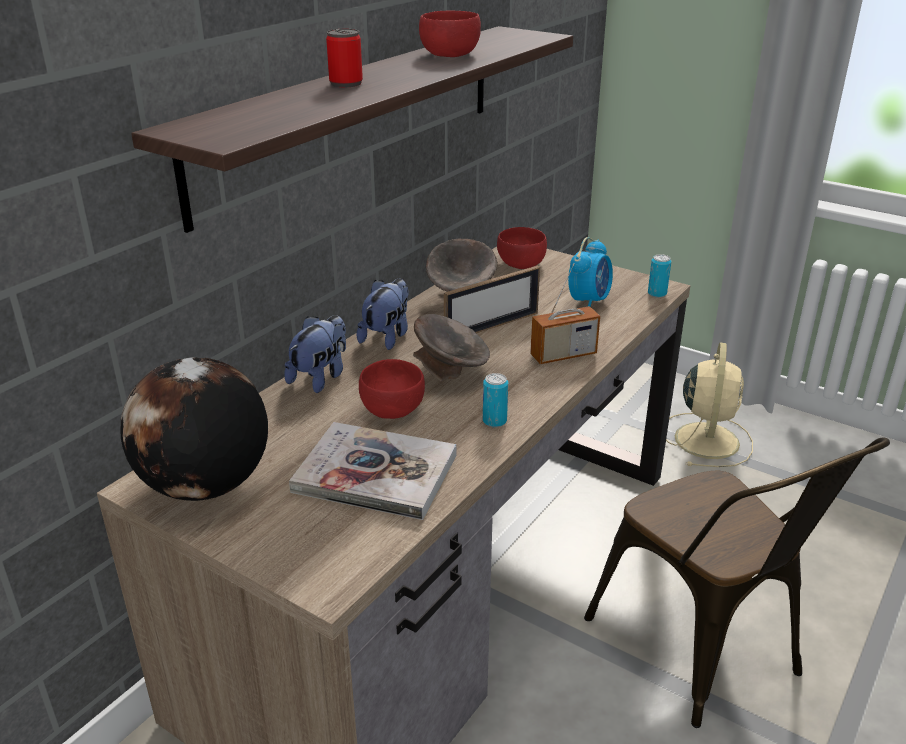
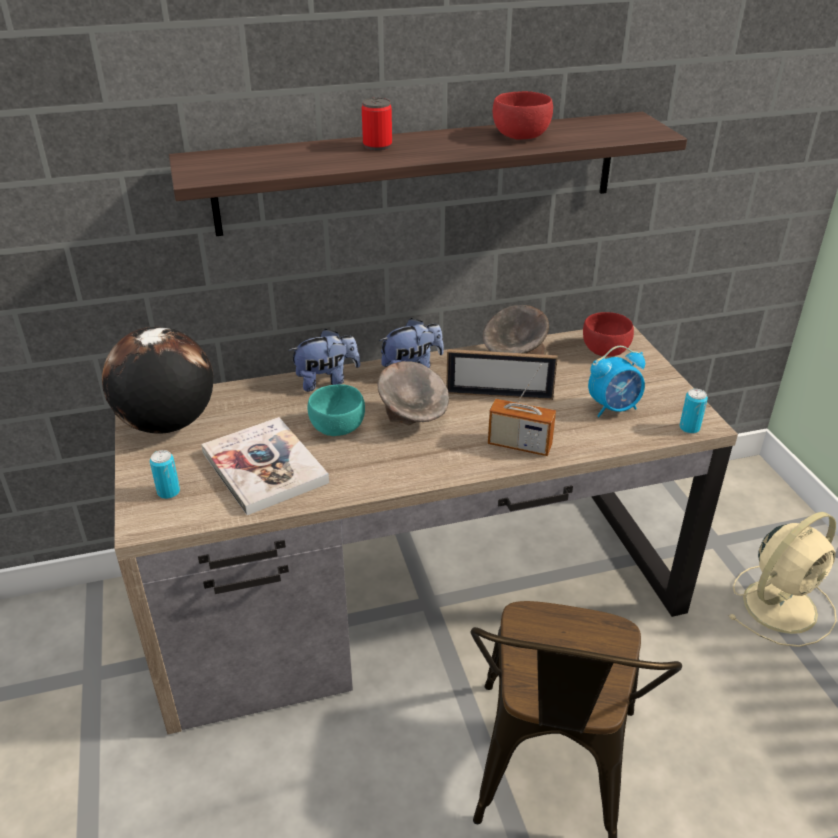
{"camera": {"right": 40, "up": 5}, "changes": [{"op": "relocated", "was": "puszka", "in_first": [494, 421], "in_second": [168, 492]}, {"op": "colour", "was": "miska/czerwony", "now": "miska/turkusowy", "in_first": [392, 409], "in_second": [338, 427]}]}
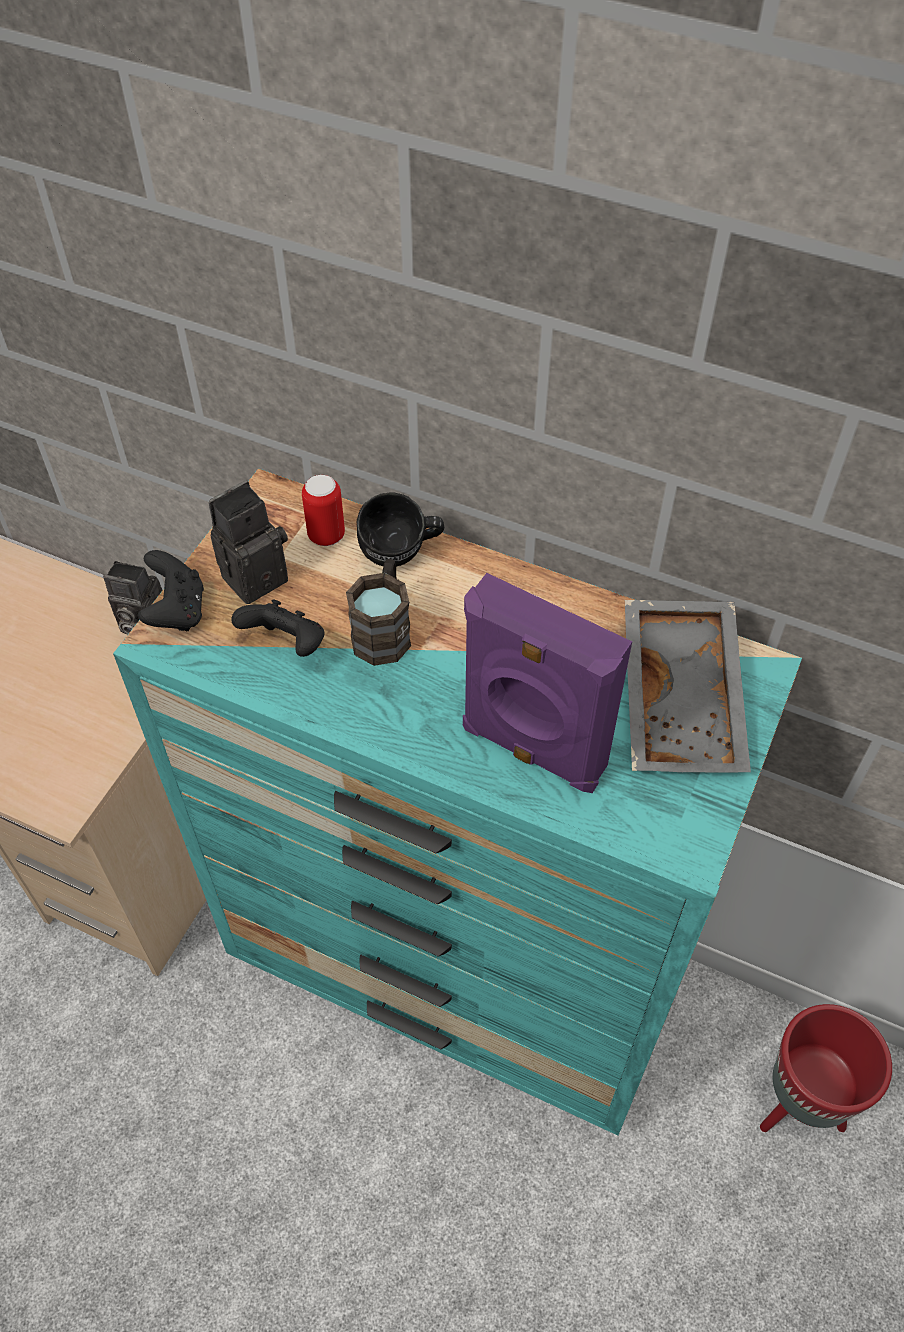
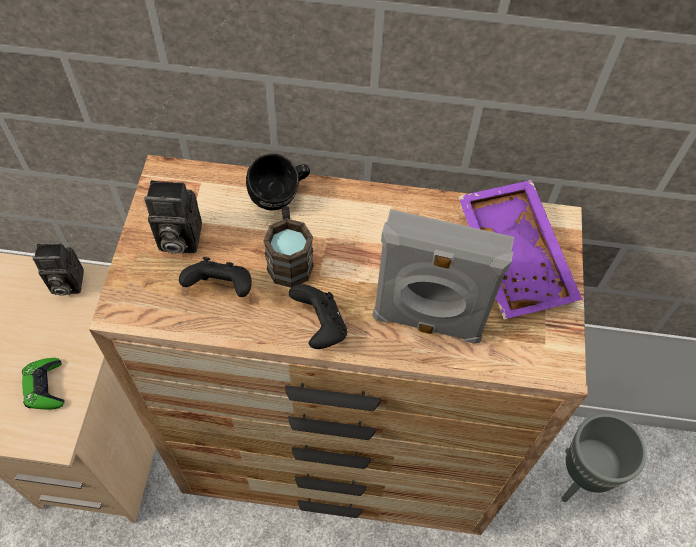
{"camera": {"right": -20, "up": 5}, "changes": [{"op": "missing", "was": "puszka", "in_first": [326, 535]}, {"op": "appeared", "now": "pad do gier/zielony", "in_second": [45, 387]}, {"op": "relocated", "was": "pad do gier/czarny", "in_first": [177, 611], "in_second": [320, 327]}, {"op": "colour", "was": "komoda/turkusowy", "now": "komoda/brązowy", "in_first": [457, 969], "in_second": [341, 455]}, {"op": "colour", "was": "głośnik/fioletowy", "now": "głośnik/szary", "in_first": [531, 750], "in_second": [427, 322]}, {"op": "colour", "was": "taca/szary", "now": "taca/fioletowy", "in_first": [684, 700], "in_second": [516, 257]}, {"op": "colour", "was": "donica/czerwony", "now": "donica/szary", "in_first": [799, 1106], "in_second": [580, 479]}, {"op": "spun", "was": "aparat fotograficzny", "in_first": [255, 575], "in_second": [177, 239], "clockwise": -120}]}
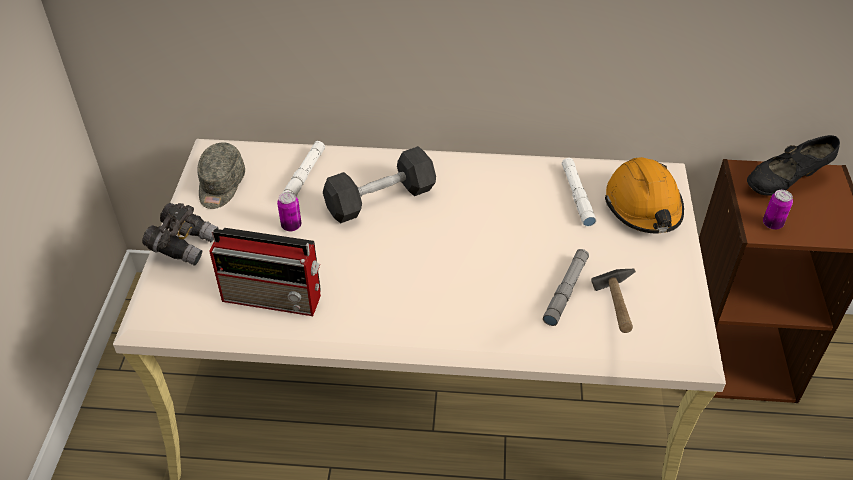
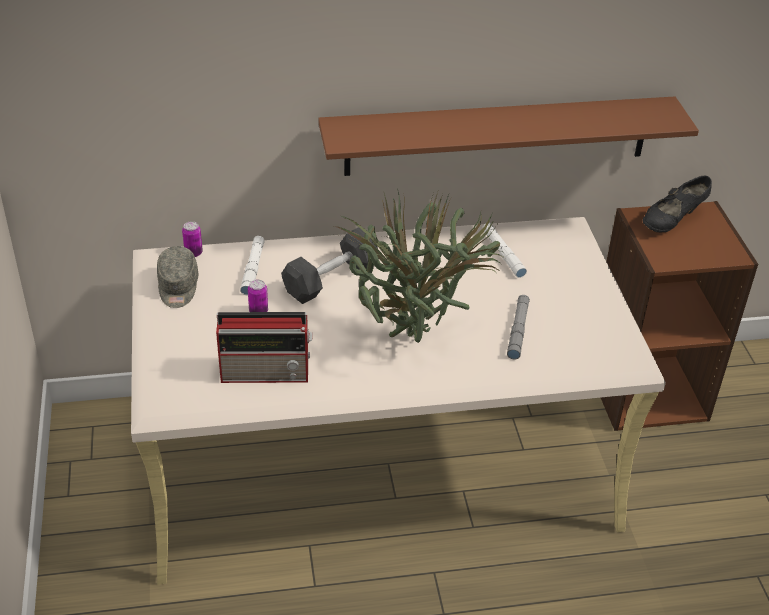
{"camera": {"right": -15, "up": -5}, "changes": [{"op": "missing", "was": "lornetka/szary", "in_first": [183, 244]}, {"op": "missing", "was": "młotek", "in_first": [612, 324]}, {"op": "missing", "was": "kask/pomarańczowy", "in_first": [643, 207]}, {"op": "appeared", "now": "półka/brązowy", "in_second": [497, 136]}, {"op": "appeared", "now": "roślina doniczkowa", "in_second": [415, 339]}, {"op": "relocated", "was": "puszka", "in_first": [772, 224], "in_second": [193, 253]}]}
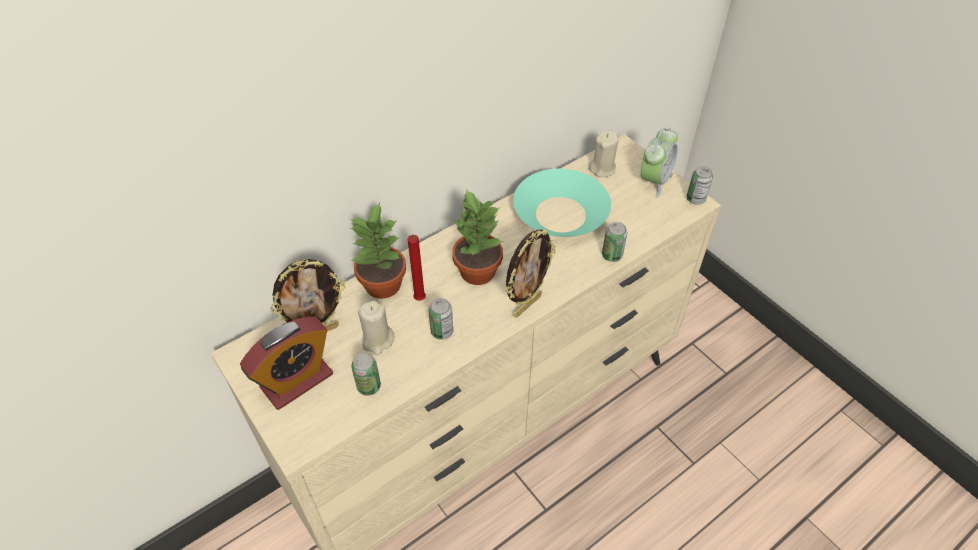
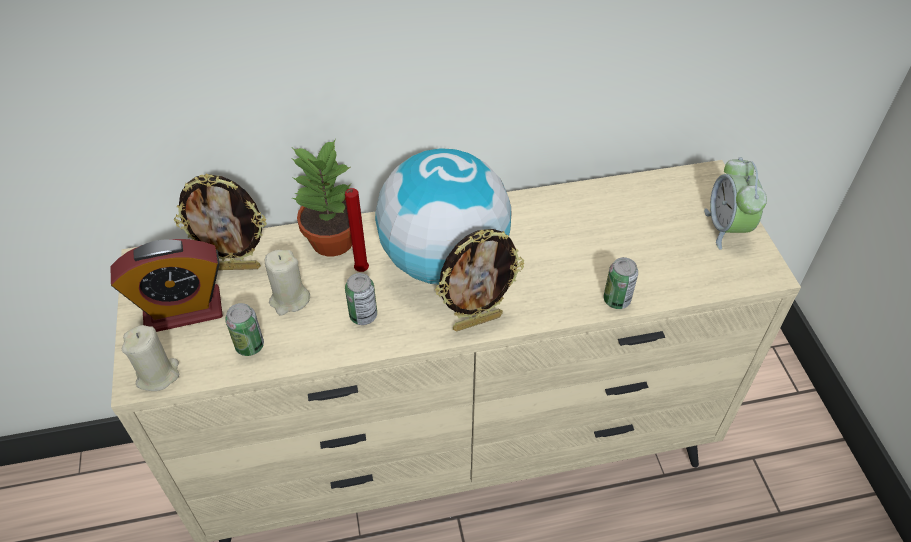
{"camera": {"right": 25, "up": 0}, "changes": [{"op": "missing", "was": "miska/turkusowy", "in_first": [560, 214]}, {"op": "missing", "was": "puszka", "in_first": [695, 199]}, {"op": "relocated", "was": "świeca/beżowy", "in_first": [602, 169], "in_second": [158, 374]}, {"op": "exchanged", "was": "roślina doniczkowa", "now": "globus", "in_first": [477, 271], "in_second": [443, 261]}, {"op": "spun", "was": "budzik", "in_first": [654, 181], "in_second": [726, 228], "clockwise": 120}]}
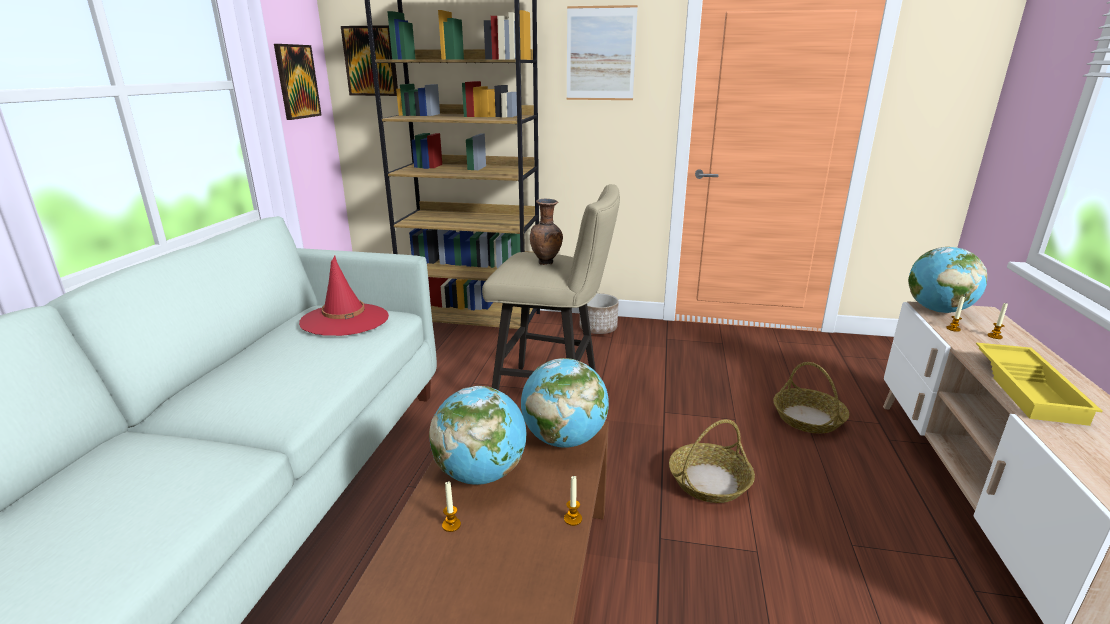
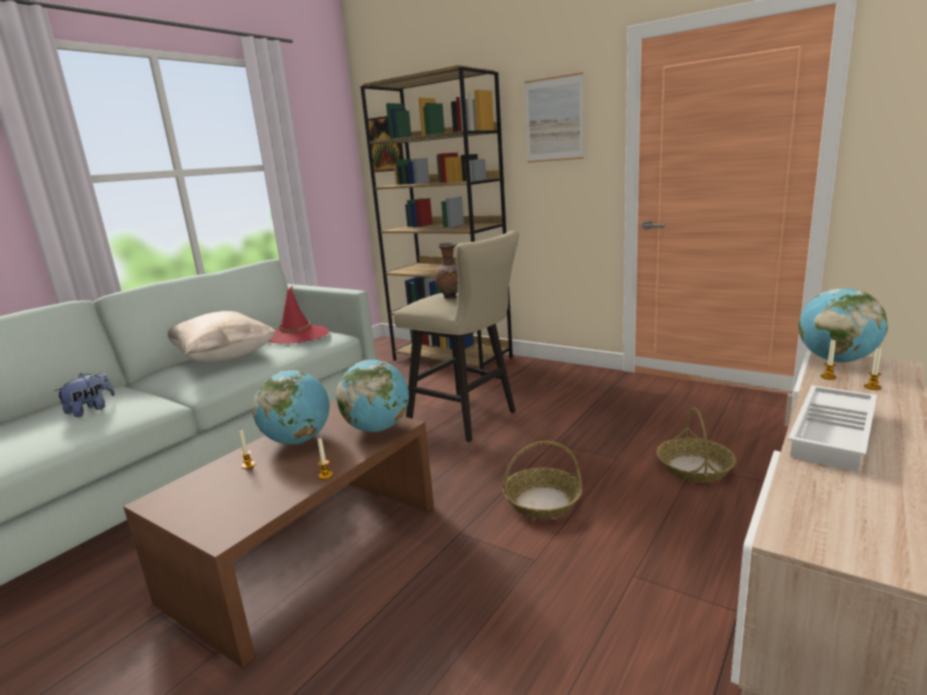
{"camera": {"right": 25, "up": -5}, "changes": [{"op": "missing", "was": "obraz", "in_first": [297, 81]}, {"op": "missing", "was": "donica", "in_first": [598, 328]}, {"op": "appeared", "now": "pluszak", "in_second": [91, 410]}, {"op": "appeared", "now": "poduszka/beżowy", "in_second": [224, 358]}, {"op": "colour", "was": "taca/żółty", "now": "taca/biały", "in_first": [1029, 389], "in_second": [835, 434]}]}
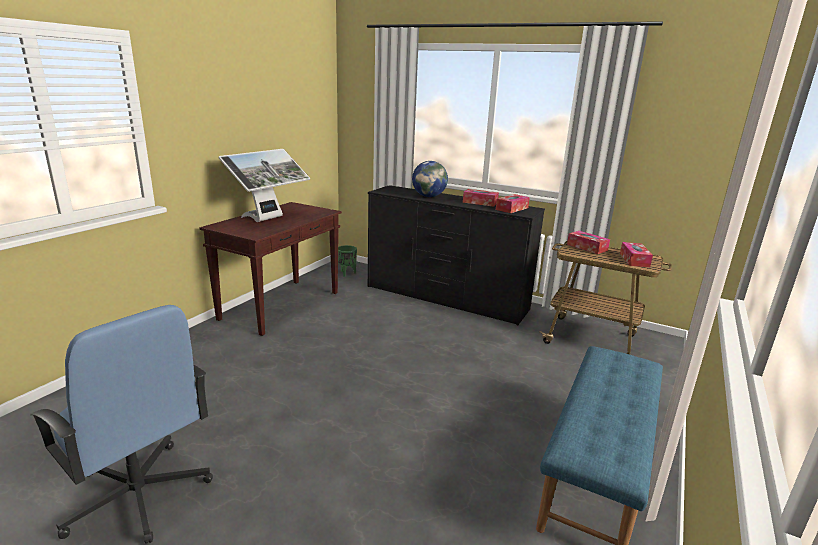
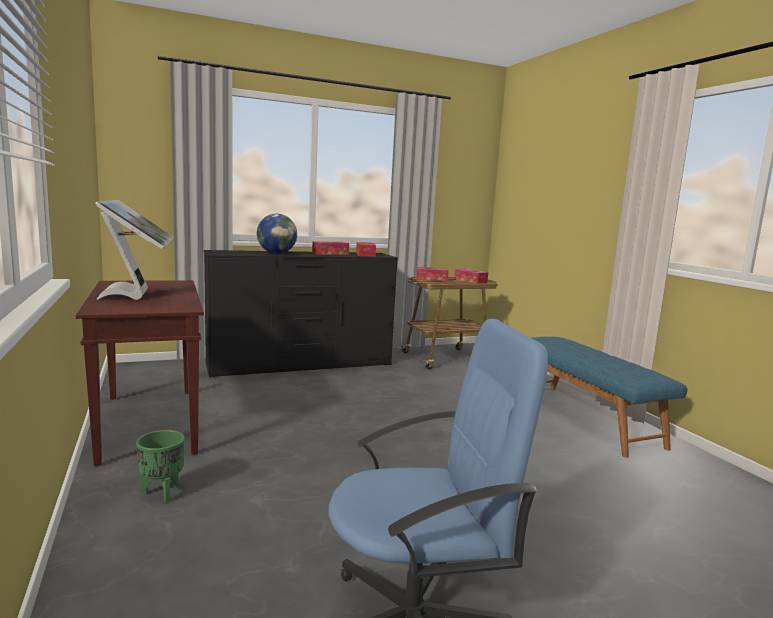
{"camera": {"right": -50, "up": -10}, "changes": [{"op": "relocated", "was": "donica/zielony", "in_first": [346, 273], "in_second": [162, 494]}]}
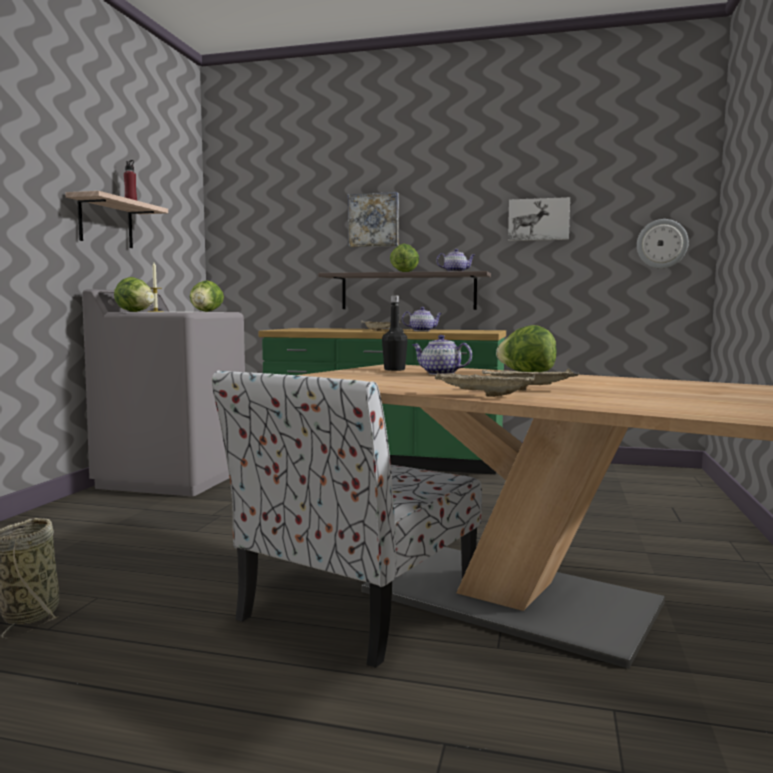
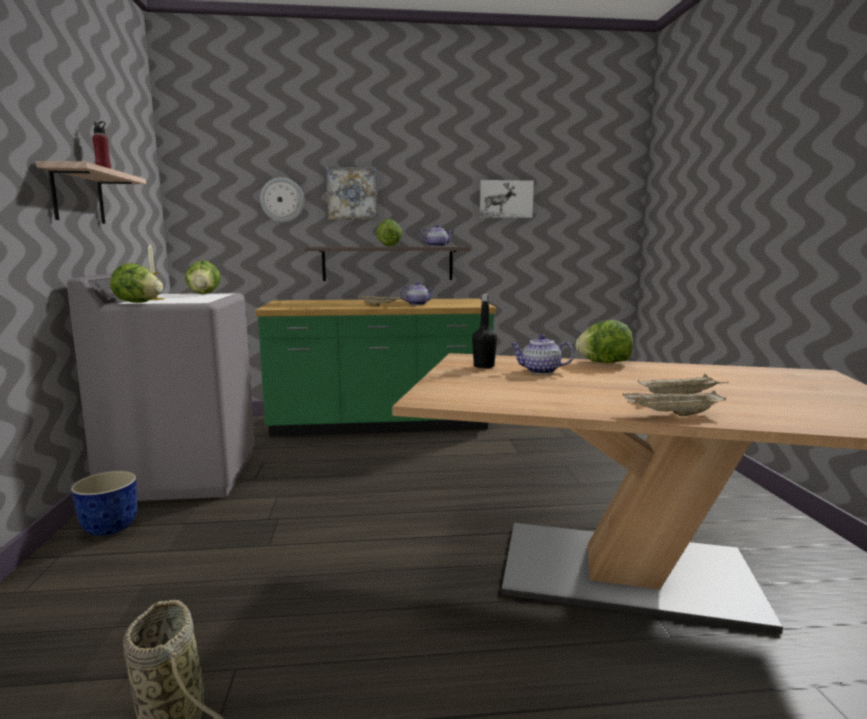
{"camera": {"right": -20, "up": 5}, "changes": [{"op": "missing", "was": "krzesło", "in_first": [356, 605]}, {"op": "appeared", "now": "donica", "in_second": [109, 528]}, {"op": "relocated", "was": "zegar ścienny", "in_first": [662, 243], "in_second": [282, 200]}]}
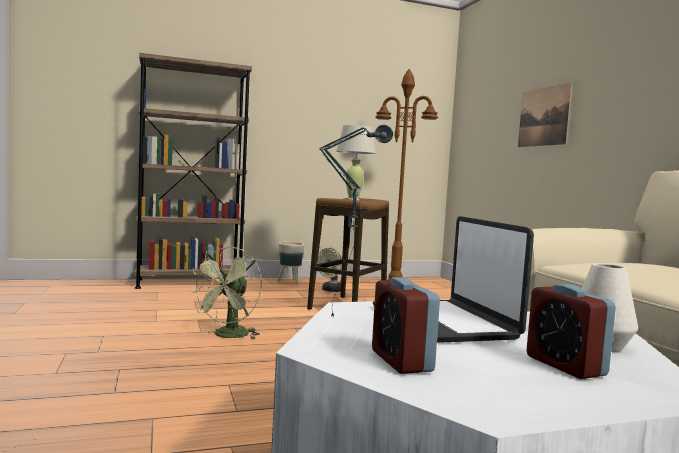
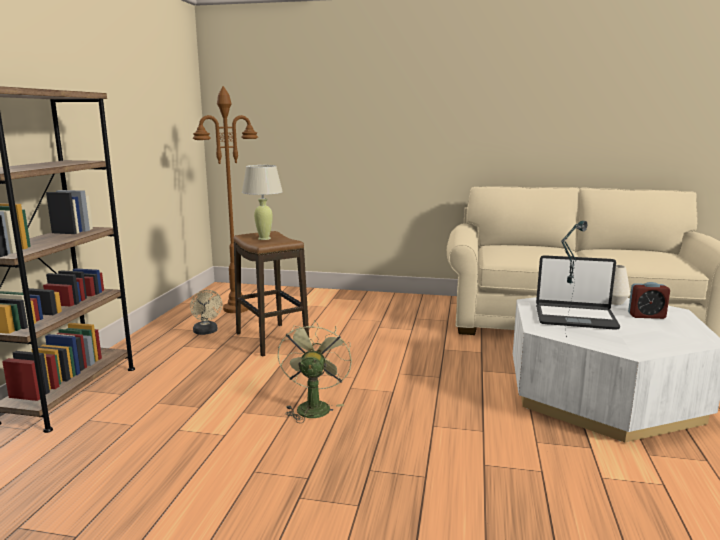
{"camera": {"right": -60, "up": 10}, "changes": [{"op": "missing", "was": "donica/beżowy", "in_first": [289, 282]}, {"op": "missing", "was": "budzik", "in_first": [401, 361]}, {"op": "missing", "was": "obraz", "in_first": [543, 117]}, {"op": "spun", "was": "wentylator/zielony", "in_first": [228, 336], "in_second": [313, 406], "clockwise": -135}]}
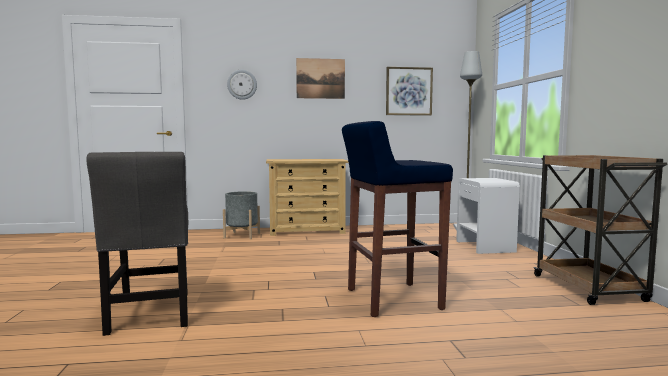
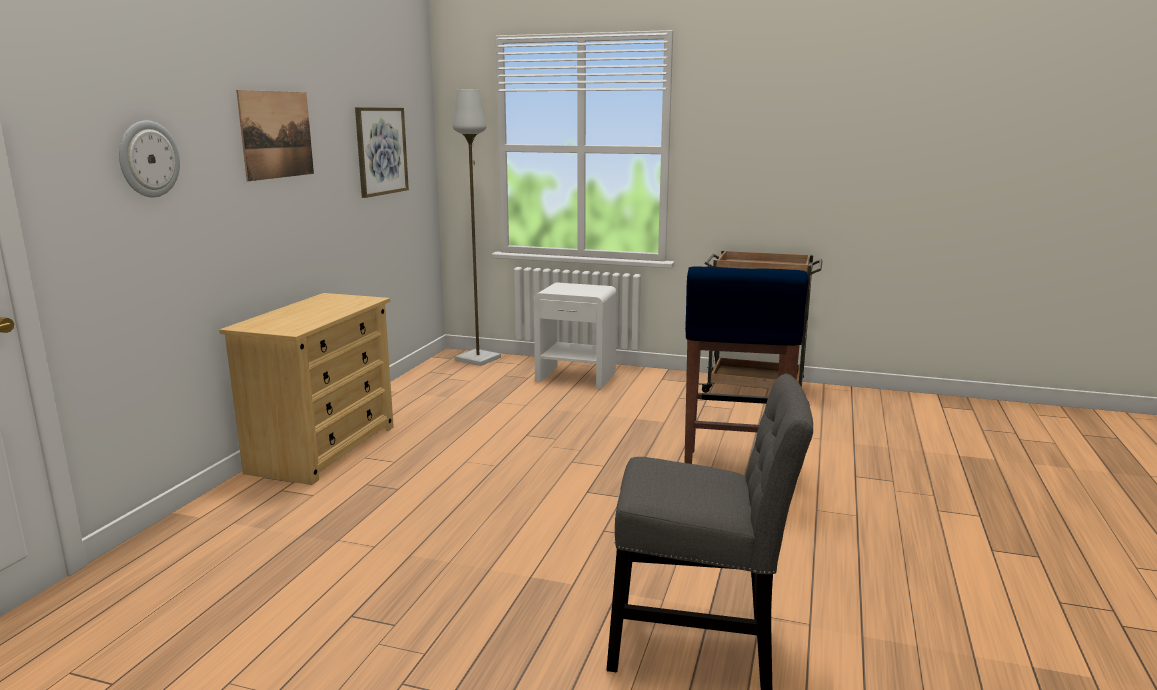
{"camera": {"right": -65, "up": 10}, "changes": [{"op": "missing", "was": "donica/szary", "in_first": [242, 235]}]}
